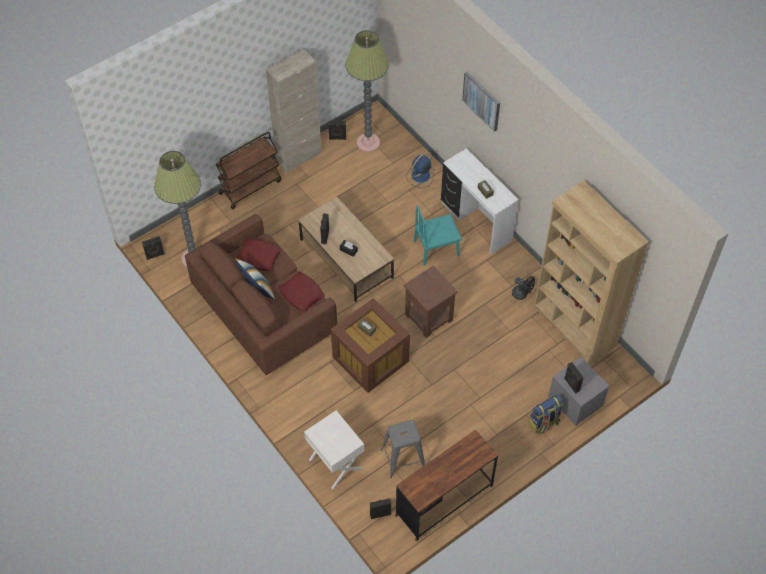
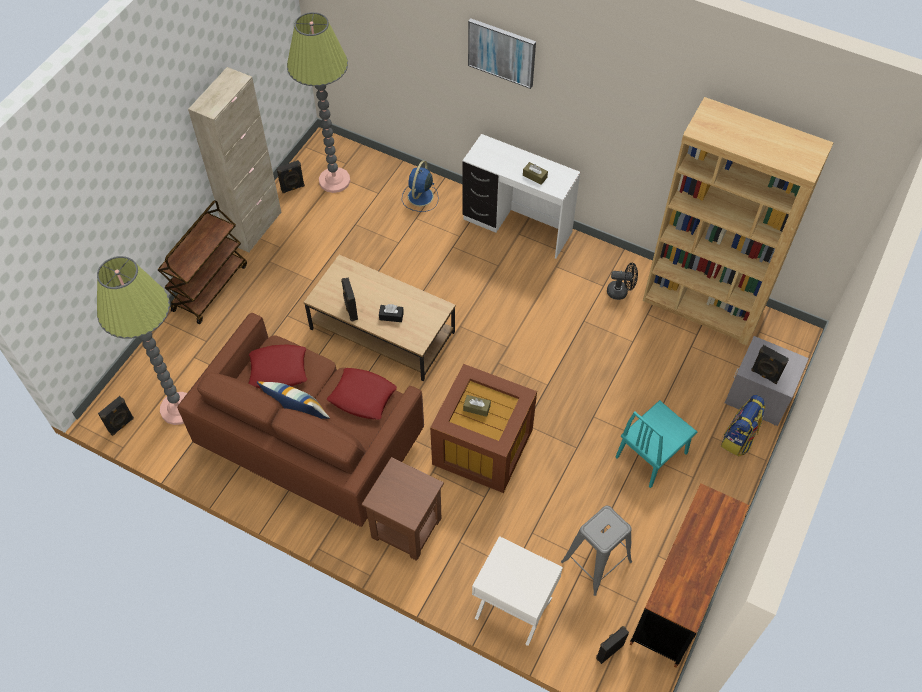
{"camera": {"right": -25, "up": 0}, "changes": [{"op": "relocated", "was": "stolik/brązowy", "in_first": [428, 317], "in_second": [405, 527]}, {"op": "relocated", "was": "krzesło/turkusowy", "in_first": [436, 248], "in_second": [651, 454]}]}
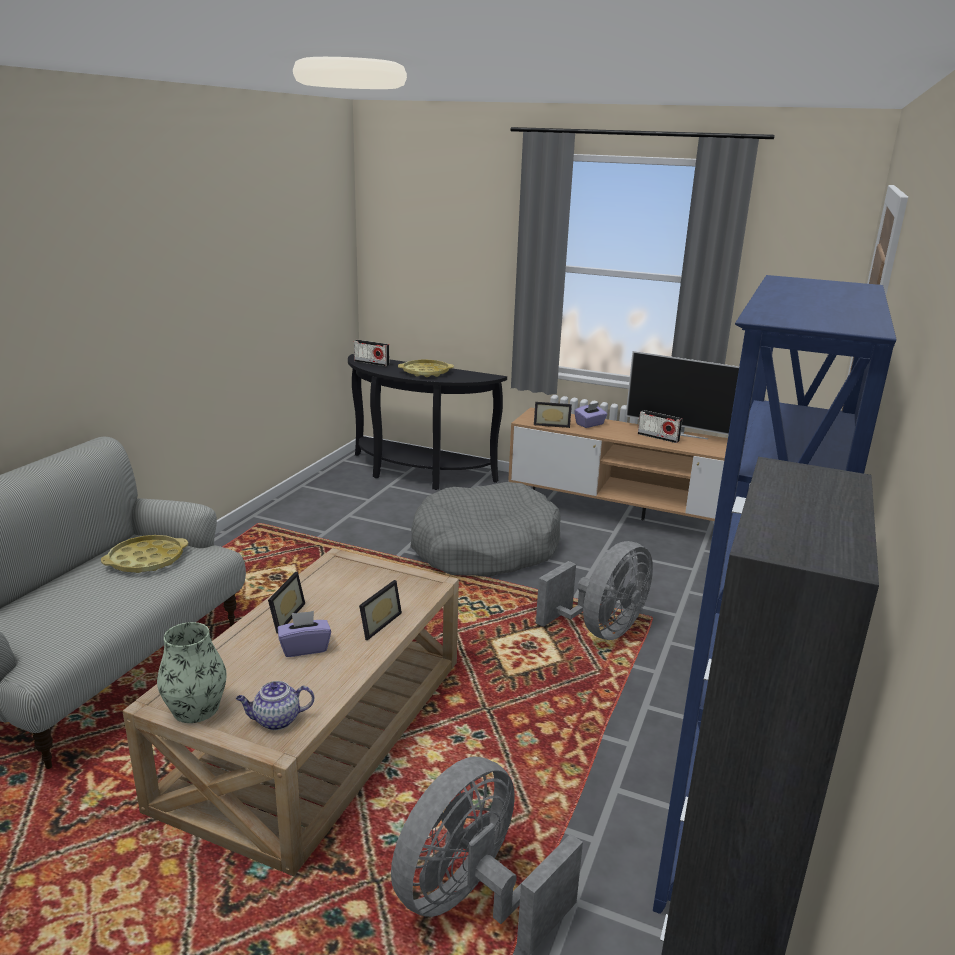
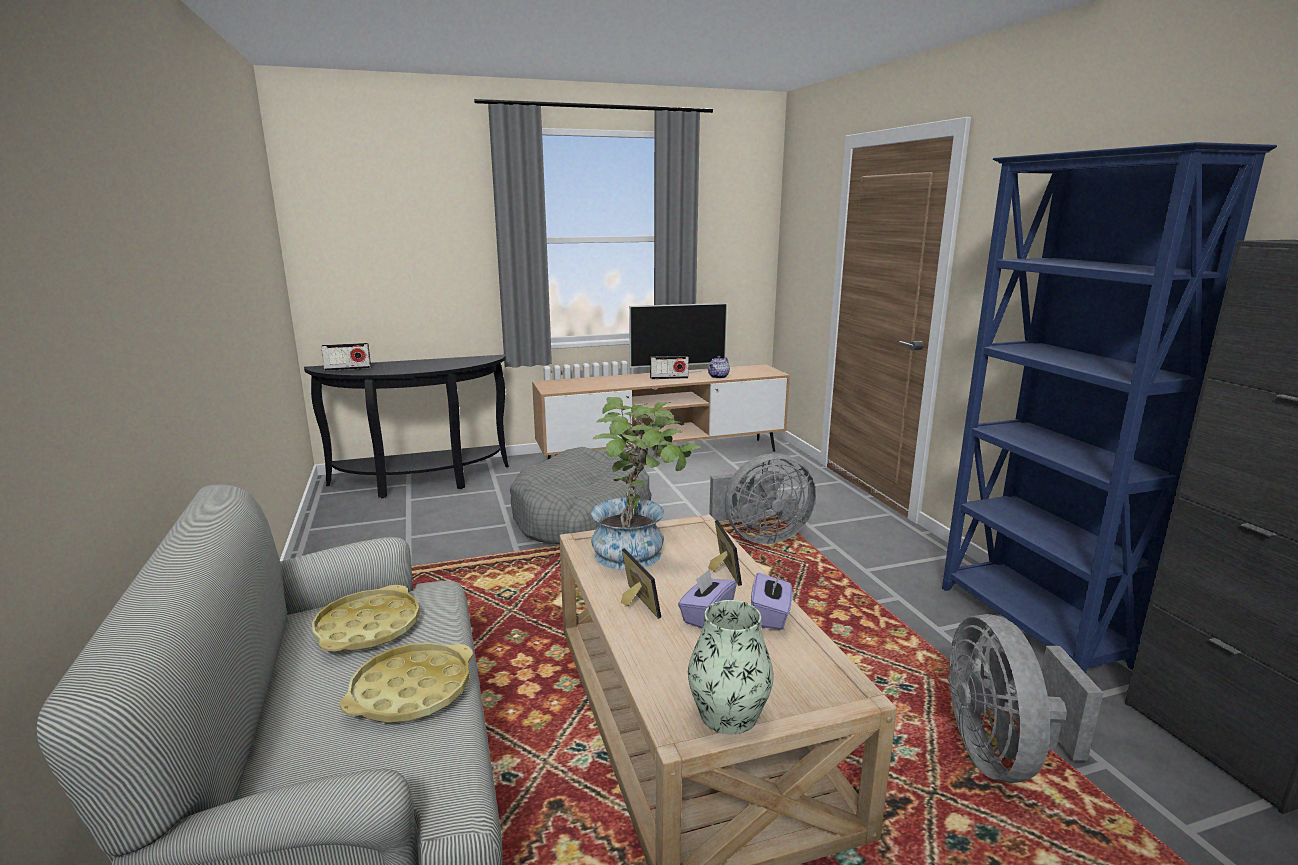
{"camera": {"right": -40, "up": -5}, "changes": [{"op": "missing", "was": "ramka na zdjęcie", "in_first": [552, 424]}, {"op": "appeared", "now": "roślina doniczkowa", "in_second": [639, 554]}, {"op": "relocated", "was": "imbryk", "in_first": [276, 720], "in_second": [718, 377]}, {"op": "relocated", "was": "taca/żółty", "in_first": [425, 372], "in_second": [411, 691]}, {"op": "relocated", "was": "pudełko chusteczek/fioletowy", "in_first": [590, 424], "in_second": [770, 616]}, {"op": "spun", "was": "wentylator/szary", "in_first": [600, 630], "in_second": [759, 537], "clockwise": 75}]}
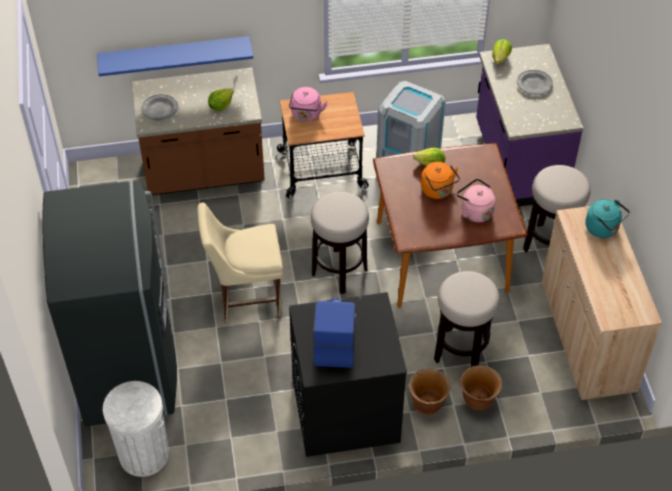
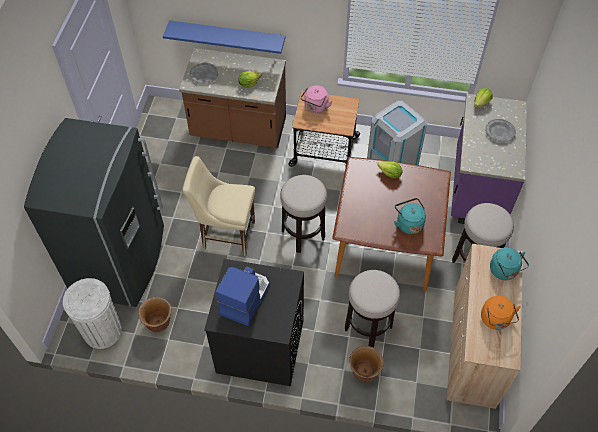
{"camera": {"right": 20, "up": 5}, "changes": [{"op": "relocated", "was": "donica/brązowy", "in_first": [427, 404], "in_second": [158, 323]}, {"op": "relocated", "was": "czajnik/pomarańczowy", "in_first": [438, 191], "in_second": [496, 320]}, {"op": "colour", "was": "czajnik/różowy", "now": "czajnik/turkusowy", "in_first": [475, 211], "in_second": [408, 223]}]}
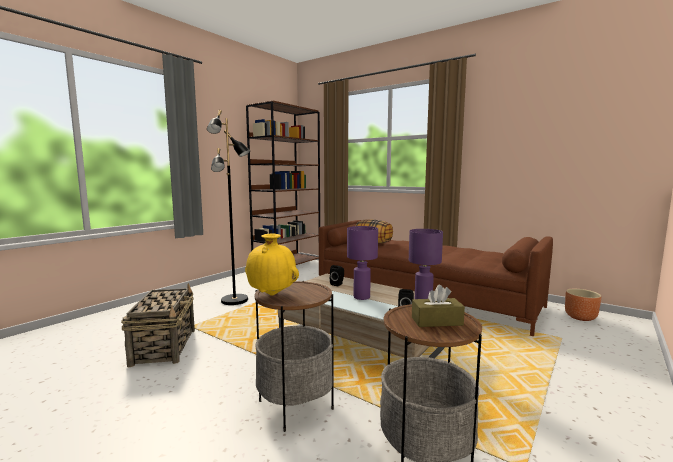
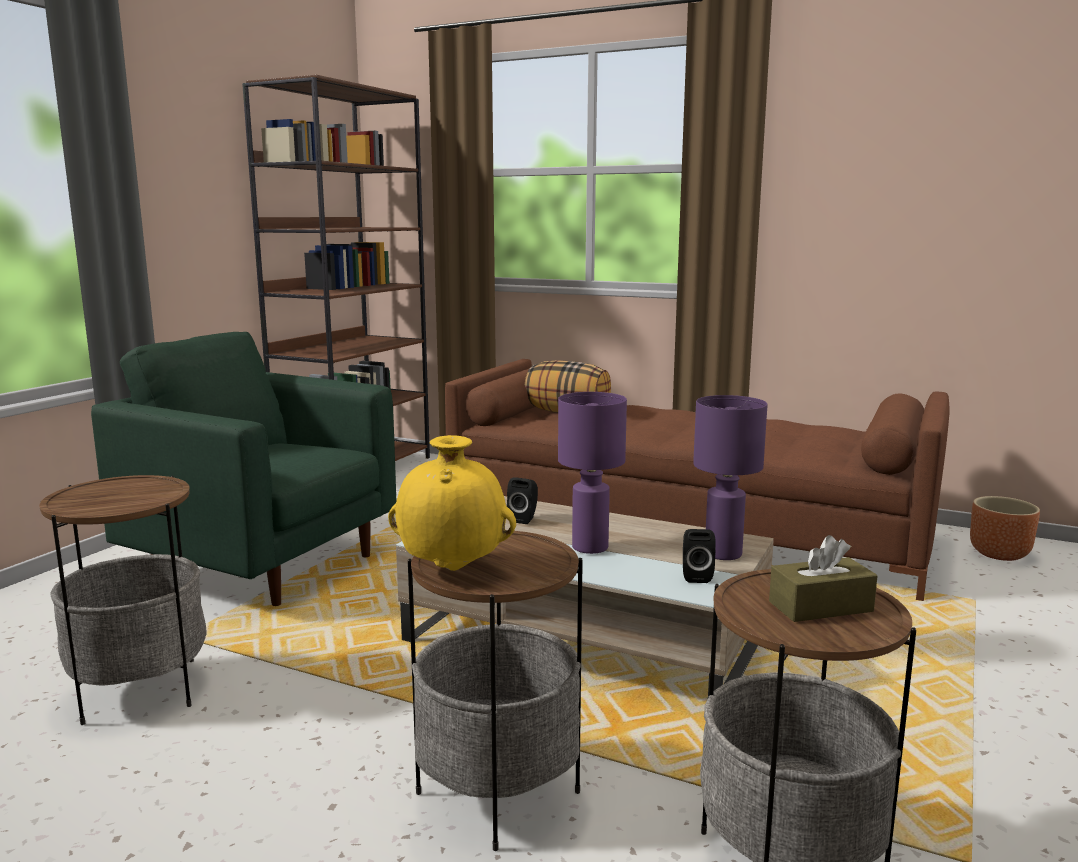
{"camera": {"right": -10, "up": 5}, "changes": [{"op": "exchanged", "was": "koszyk", "now": "stolik", "in_first": [164, 346], "in_second": [140, 690]}, {"op": "exchanged", "was": "lampa stojąca/czarny", "now": "fotel/zielony", "in_first": [235, 300], "in_second": [263, 565]}]}
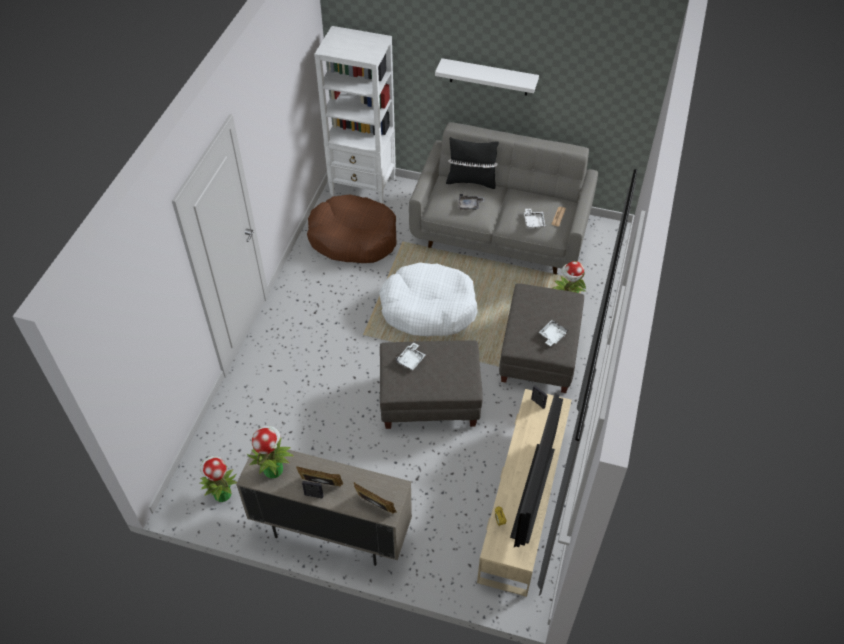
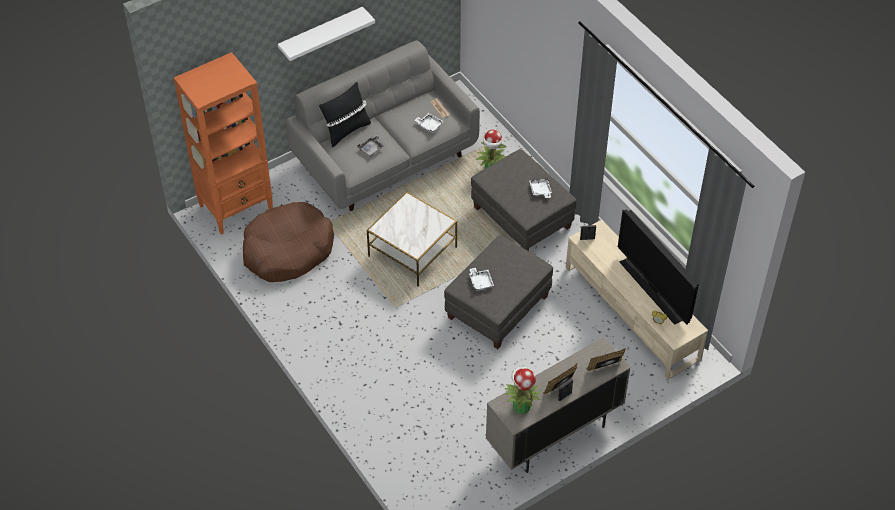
{"camera": {"right": -50, "up": 0}, "changes": [{"op": "missing", "was": "roślina doniczkowa", "in_first": [221, 493]}, {"op": "exchanged", "was": "legowisko/biały", "now": "stolik", "in_first": [428, 308], "in_second": [412, 252]}, {"op": "colour", "was": "regał/biały", "now": "regał/pomarańczowy", "in_first": [363, 187], "in_second": [236, 207]}]}
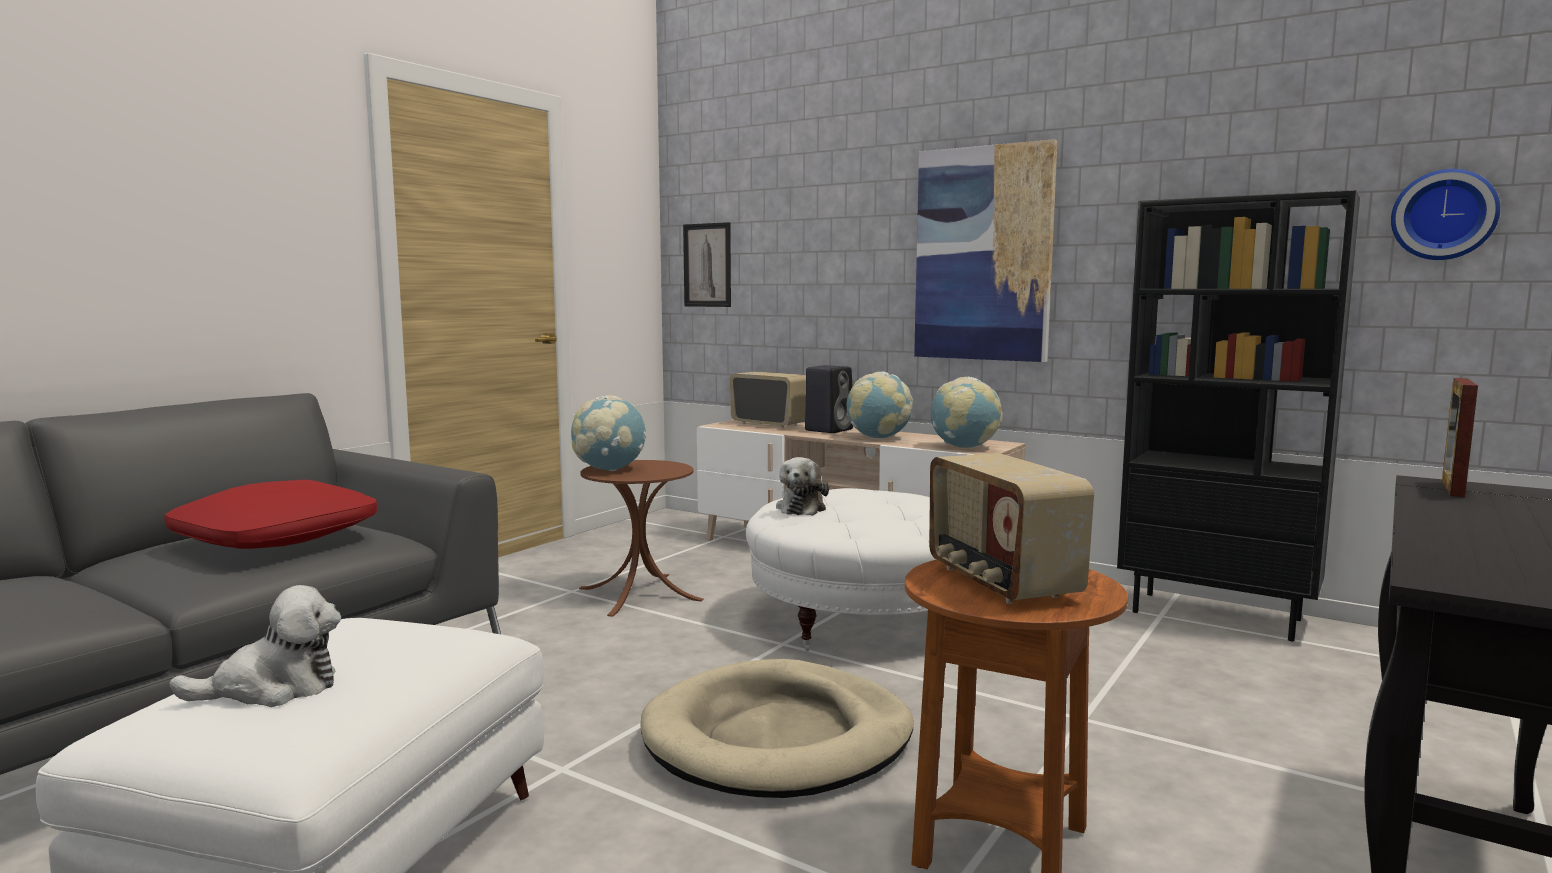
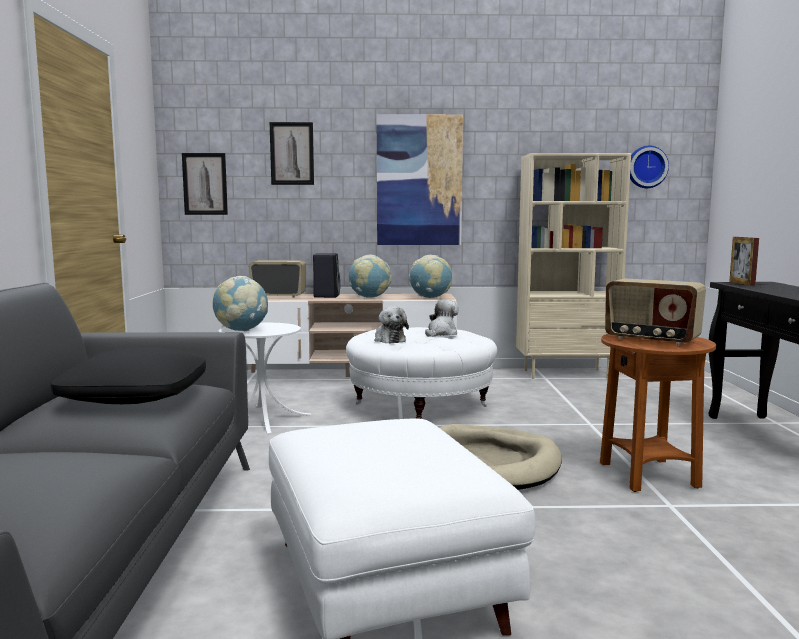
{"camera": {"right": -35, "up": 0}, "changes": [{"op": "appeared", "now": "obraz", "in_second": [292, 153]}, {"op": "relocated", "was": "pluszak", "in_first": [273, 688], "in_second": [441, 333]}, {"op": "colour", "was": "poduszka/czerwony", "now": "poduszka/czarny", "in_first": [276, 537], "in_second": [134, 394]}, {"op": "colour", "was": "stolik/brązowy", "now": "stolik/biały", "in_first": [640, 594], "in_second": [263, 419]}, {"op": "colour", "was": "regał/czarny", "now": "regał/beżowy", "in_first": [1217, 615], "in_second": [566, 374]}]}
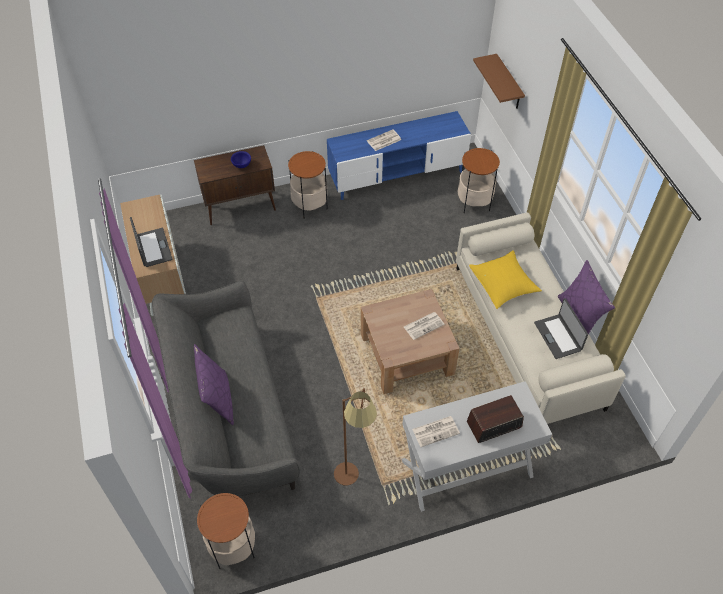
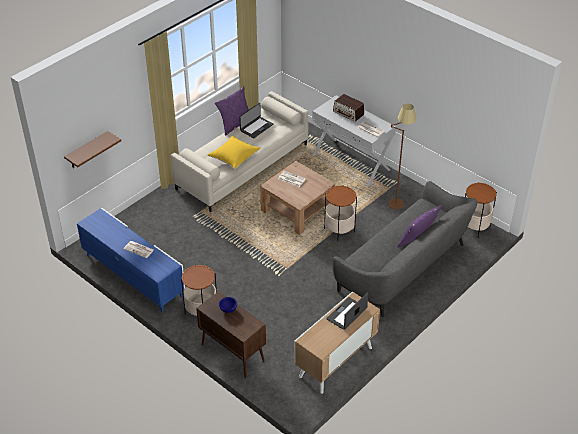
{"camera": {"right": -120, "up": -10}, "changes": [{"op": "relocated", "was": "stolik", "in_first": [474, 202], "in_second": [339, 230]}]}
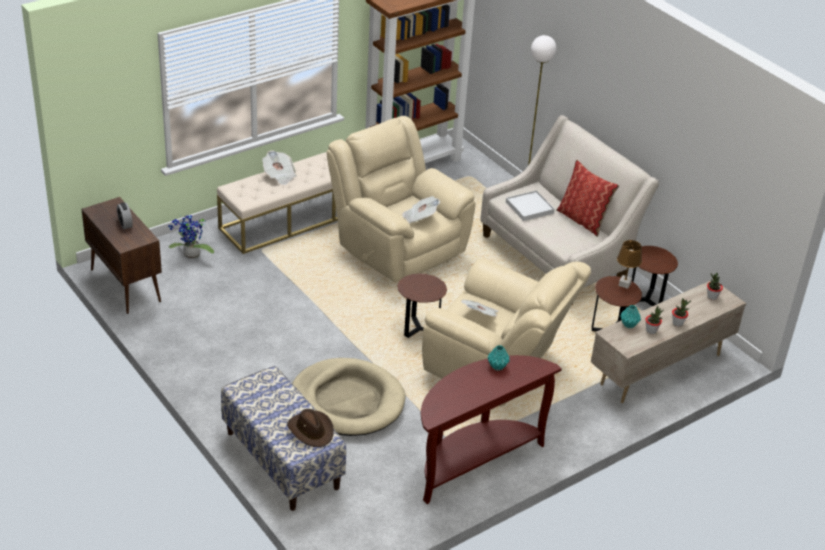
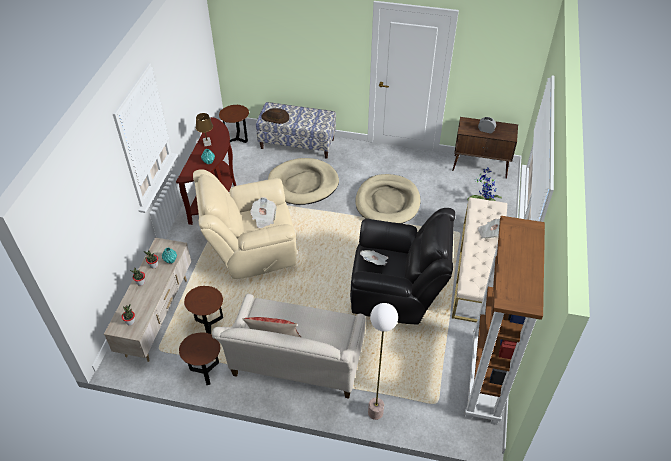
{"camera": {"right": 140, "up": 10}, "changes": [{"op": "missing", "was": "taca/biały", "in_first": [529, 207]}, {"op": "appeared", "now": "legowisko/beżowy", "in_second": [387, 202]}, {"op": "relocated", "was": "stolik/brązowy", "in_first": [419, 329], "in_second": [237, 139]}, {"op": "relocated", "was": "lampa stołowa/brązowy", "in_first": [624, 284], "in_second": [207, 143]}, {"op": "colour", "was": "fotel/beżowy", "now": "fotel/czarny", "in_first": [397, 247], "in_second": [397, 292]}]}
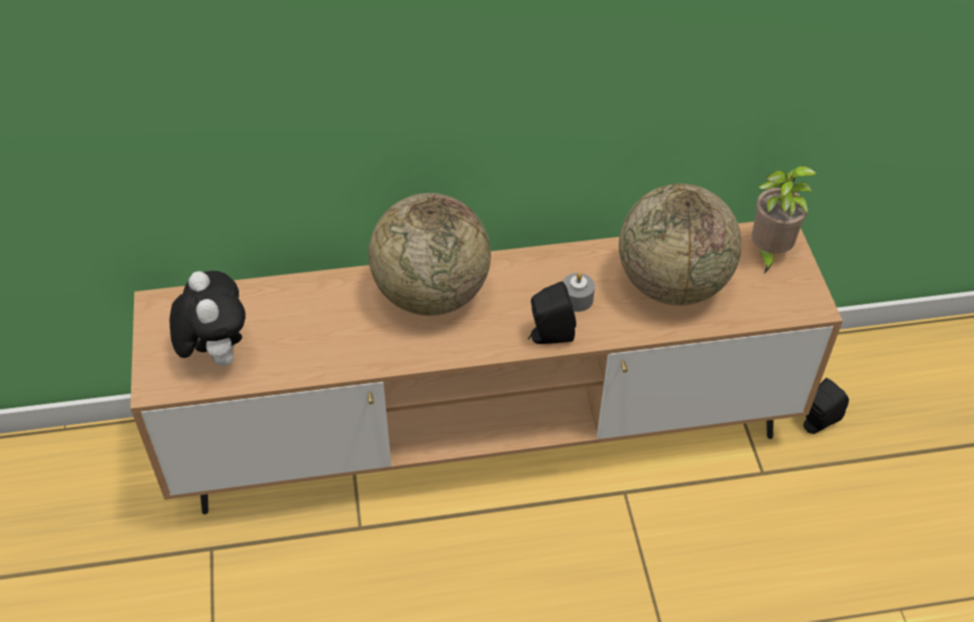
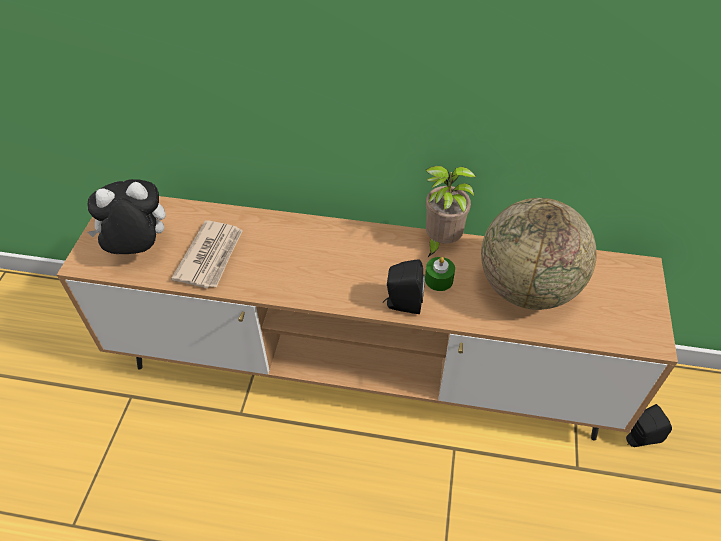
{"camera": {"right": 20, "up": 0}, "changes": [{"op": "missing", "was": "globus", "in_first": [431, 294]}, {"op": "appeared", "now": "gazeta", "in_second": [211, 256]}, {"op": "relocated", "was": "roślina doniczkowa", "in_first": [768, 253], "in_second": [440, 242]}, {"op": "colour", "was": "świeca/szary", "now": "świeca/zielony", "in_first": [577, 299], "in_second": [439, 279]}, {"op": "spun", "was": "pluszak", "in_first": [215, 353], "in_second": [138, 249], "clockwise": -105}]}
